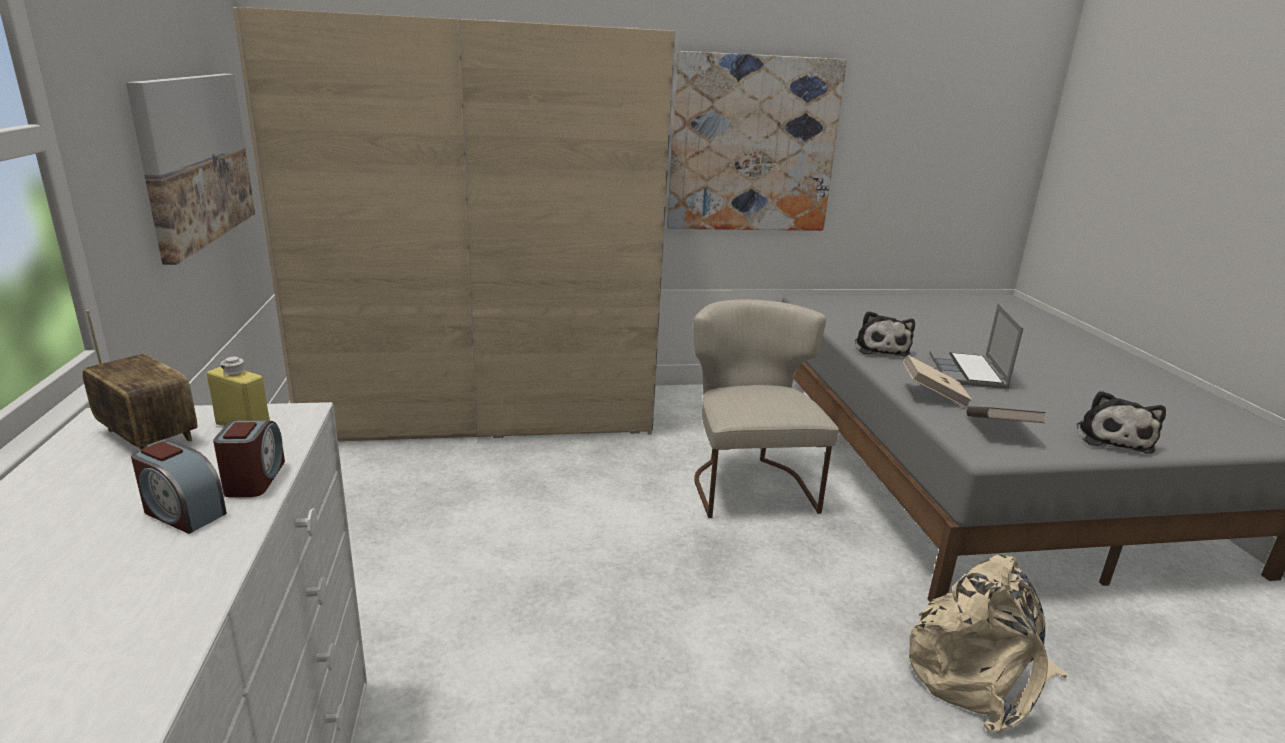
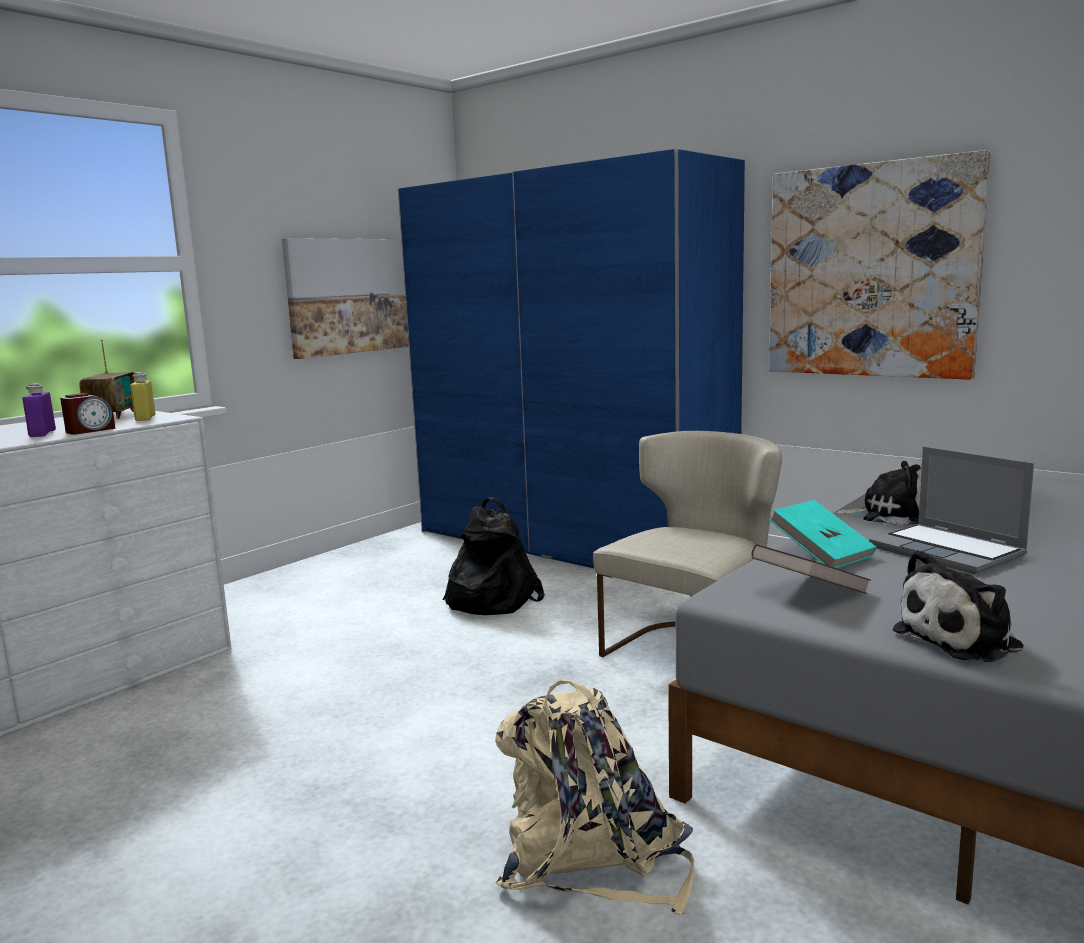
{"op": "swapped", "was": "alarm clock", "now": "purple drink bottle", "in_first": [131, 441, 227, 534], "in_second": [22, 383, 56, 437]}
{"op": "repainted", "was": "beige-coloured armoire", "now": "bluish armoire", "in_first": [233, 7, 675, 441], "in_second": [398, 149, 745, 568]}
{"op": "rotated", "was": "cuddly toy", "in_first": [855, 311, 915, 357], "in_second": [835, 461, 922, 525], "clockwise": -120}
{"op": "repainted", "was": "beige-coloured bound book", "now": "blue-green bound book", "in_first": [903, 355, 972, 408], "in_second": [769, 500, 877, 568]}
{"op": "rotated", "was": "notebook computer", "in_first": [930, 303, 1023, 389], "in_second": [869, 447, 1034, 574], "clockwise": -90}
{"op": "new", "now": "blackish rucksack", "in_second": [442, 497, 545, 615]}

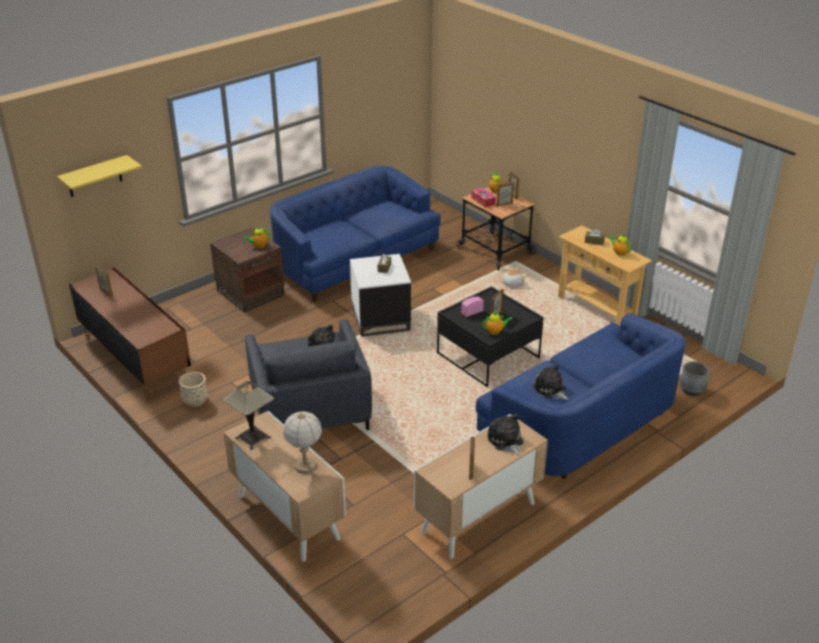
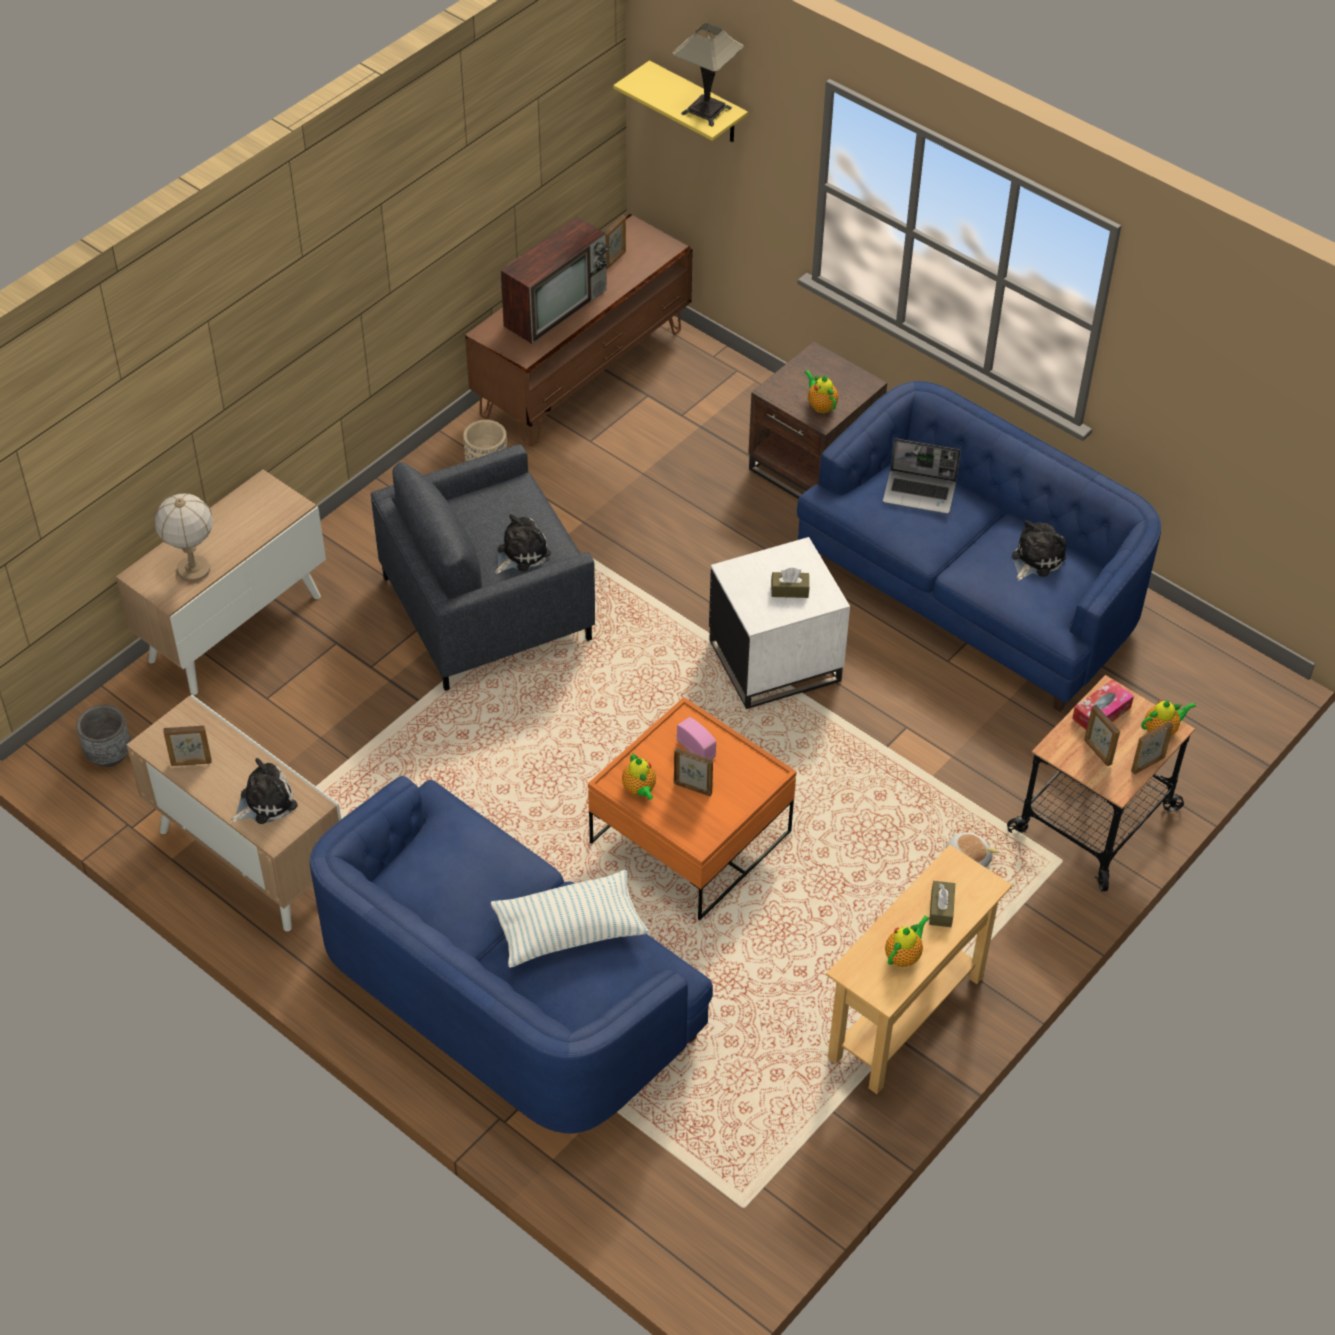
{"op": "shifted", "was": "lamp for a table", "in_first": [223, 381, 274, 450], "in_second": [672, 23, 744, 127]}
{"op": "repainted", "was": "blackish coffee table", "now": "orange coffee table", "in_first": [437, 286, 544, 387], "in_second": [588, 697, 797, 920]}
{"op": "shifted", "was": "cuddly toy", "in_first": [533, 364, 569, 400], "in_second": [1012, 520, 1066, 581]}
{"op": "shifted", "was": "greyish planter", "in_first": [680, 361, 710, 396], "in_second": [76, 705, 131, 767]}
{"op": "new", "now": "throw pillow", "in_second": [491, 870, 649, 968]}
{"op": "new", "now": "television", "in_second": [500, 217, 609, 344]}
{"op": "new", "now": "notebook computer", "in_second": [883, 438, 961, 514]}

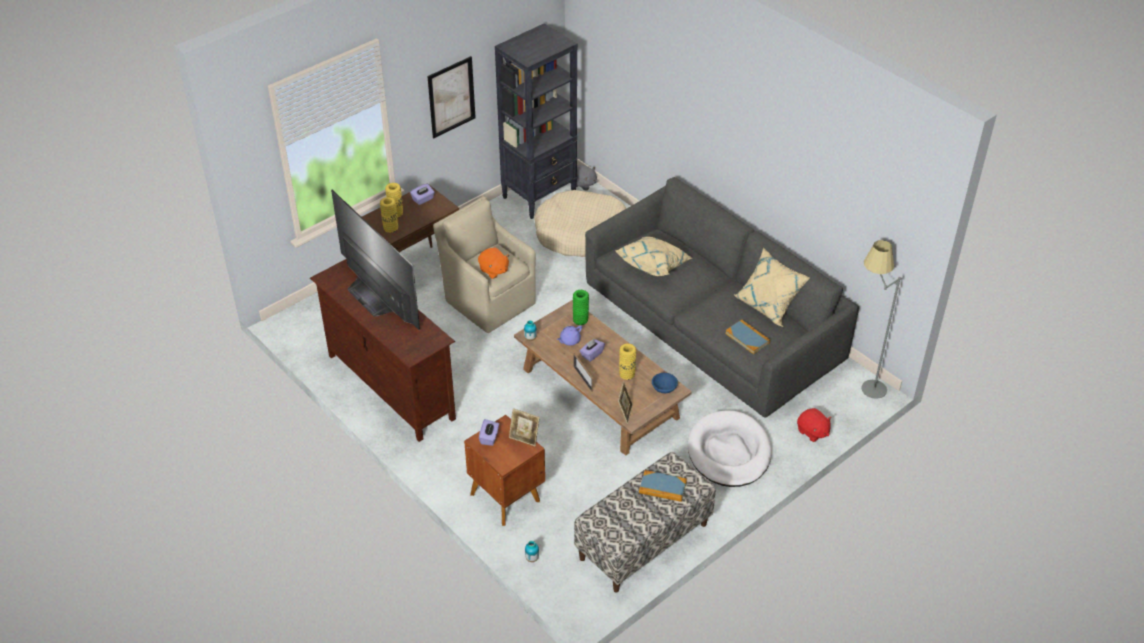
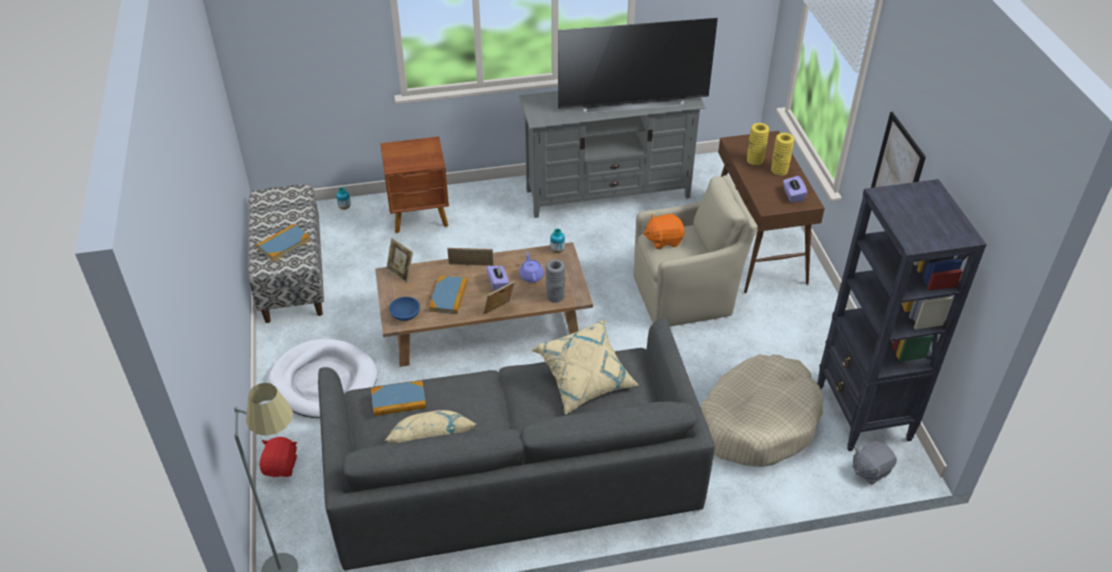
{"op": "repainted", "was": "brown-coloured tv unit", "now": "greyish tv unit", "in_first": [310, 259, 456, 442], "in_second": [519, 91, 706, 218]}
{"op": "gone", "was": "purple tissue box", "in_first": [479, 419, 499, 446]}
{"op": "shifted", "was": "photo frame", "in_first": [509, 408, 540, 446], "in_second": [483, 281, 515, 315]}
{"op": "repainted", "was": "green flower vase", "now": "greyish flower vase", "in_first": [573, 290, 589, 325], "in_second": [546, 259, 565, 303]}
{"op": "swapped", "was": "yellow flower vase", "now": "bound book", "in_first": [619, 344, 636, 380], "in_second": [429, 276, 467, 314]}
{"op": "rotated", "was": "red-coloured cuddly toy", "in_first": [797, 408, 832, 442], "in_second": [259, 437, 297, 477], "clockwise": 105}

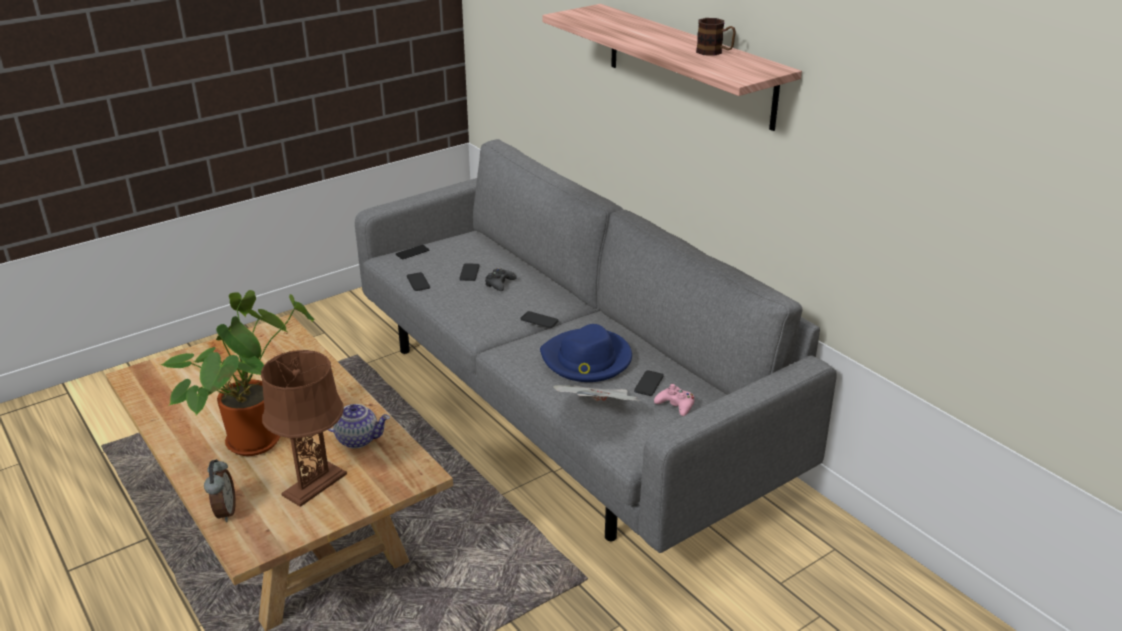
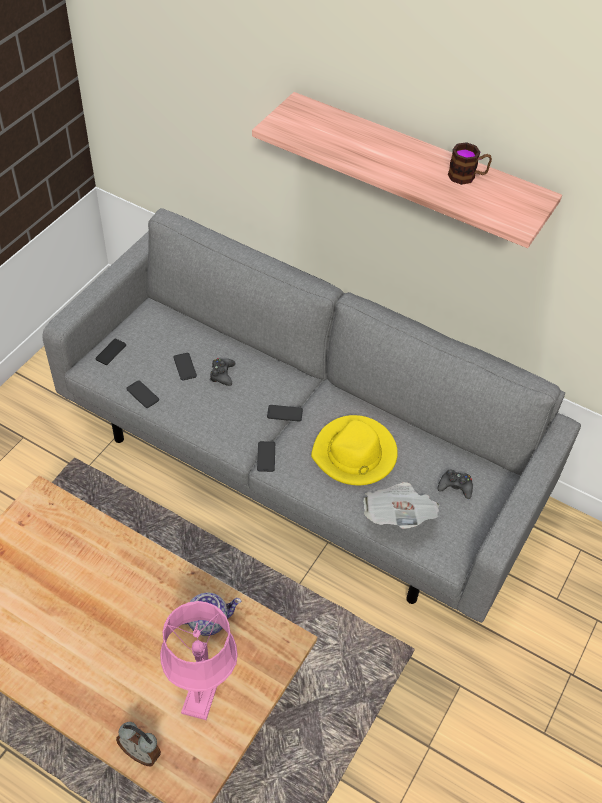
{"op": "gone", "was": "plant in a pot", "in_first": [160, 290, 314, 456]}
{"op": "rotated", "was": "alarm clock", "in_first": [204, 459, 236, 522], "in_second": [116, 722, 161, 767], "clockwise": 150}
{"op": "repainted", "was": "brown-coloured lamp for a table", "now": "pink lamp for a table", "in_first": [261, 350, 347, 507], "in_second": [160, 601, 238, 720]}
{"op": "repainted", "was": "bluish clothing hat", "now": "yellow clothing hat", "in_first": [540, 324, 632, 382], "in_second": [311, 415, 398, 485]}
{"op": "shifted", "was": "handset", "in_first": [634, 370, 664, 396], "in_second": [257, 441, 275, 472]}
{"op": "repainted", "was": "pink joypad", "now": "blackish joypad", "in_first": [654, 384, 694, 416], "in_second": [438, 469, 473, 499]}

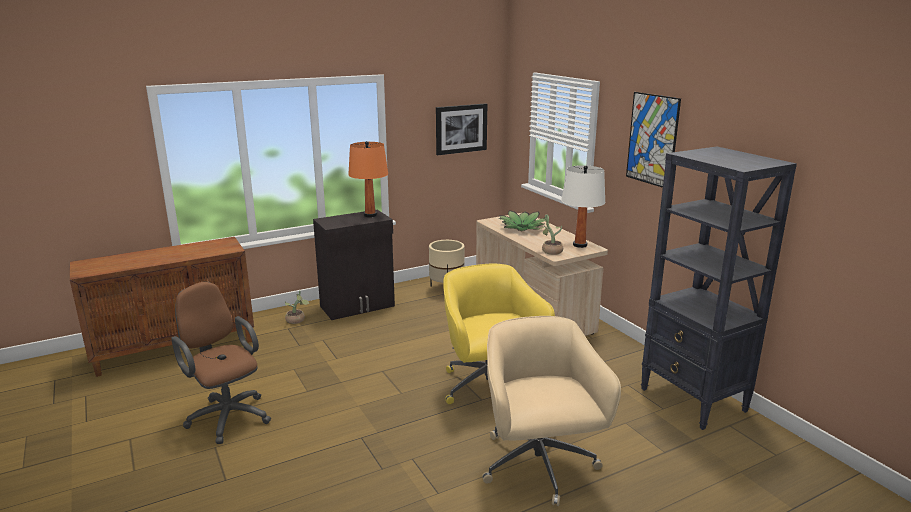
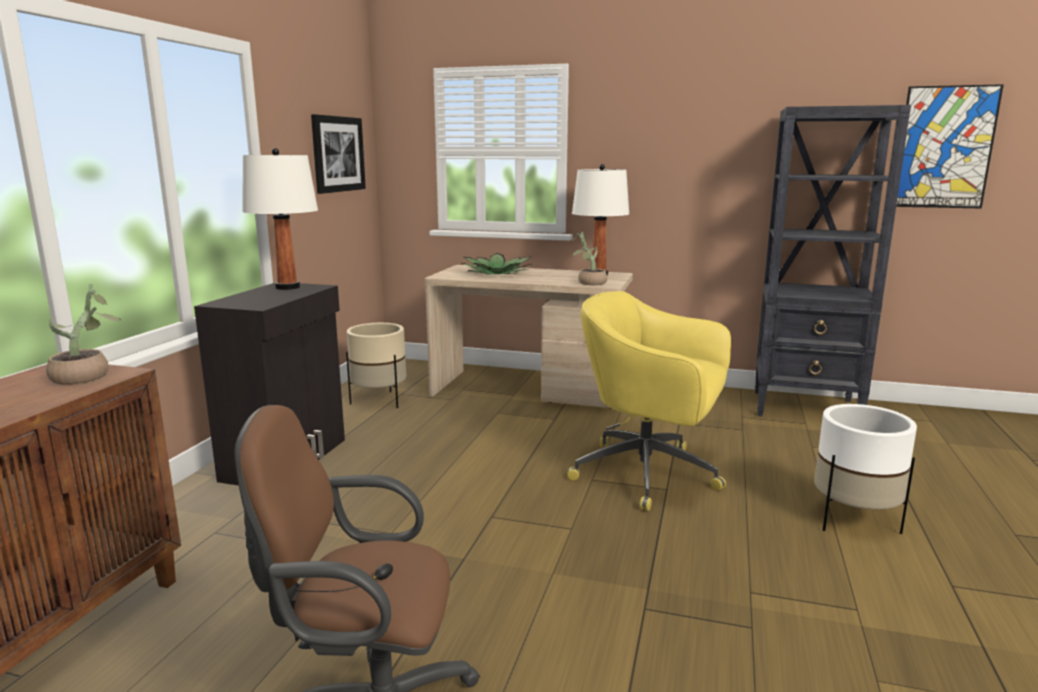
{"op": "shifted", "was": "plant in a pot", "in_first": [285, 290, 310, 324], "in_second": [46, 284, 122, 385]}
{"op": "repainted", "was": "orange lamp for a table", "now": "white lamp for a table", "in_first": [348, 141, 388, 217], "in_second": [242, 148, 318, 290]}
{"op": "swapped", "was": "beige-coloured desk chair", "now": "white planter", "in_first": [482, 316, 621, 506], "in_second": [814, 404, 917, 534]}
{"op": "shifted", "was": "wall picture", "in_first": [626, 92, 681, 188], "in_second": [896, 84, 1004, 209]}

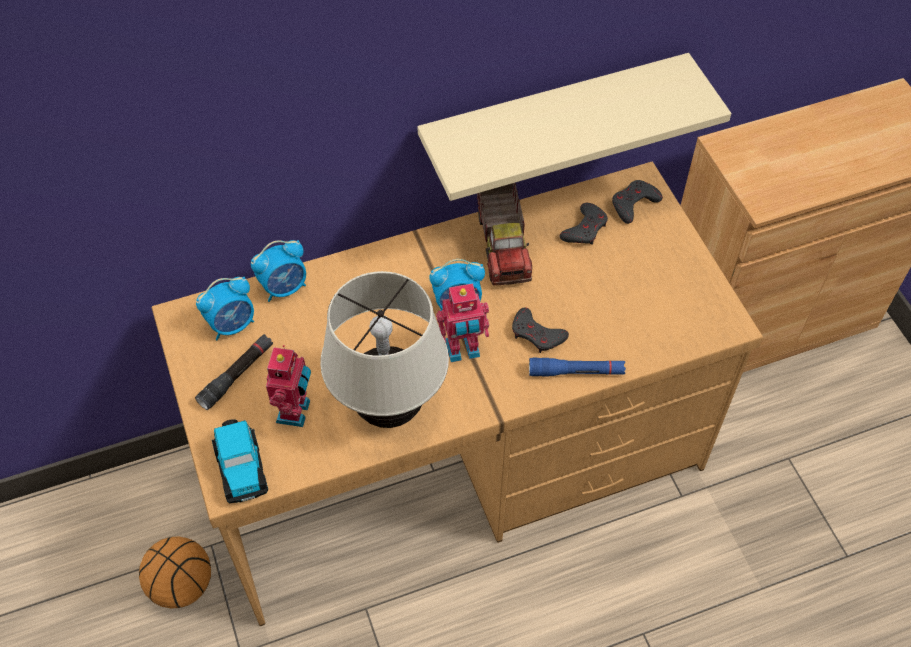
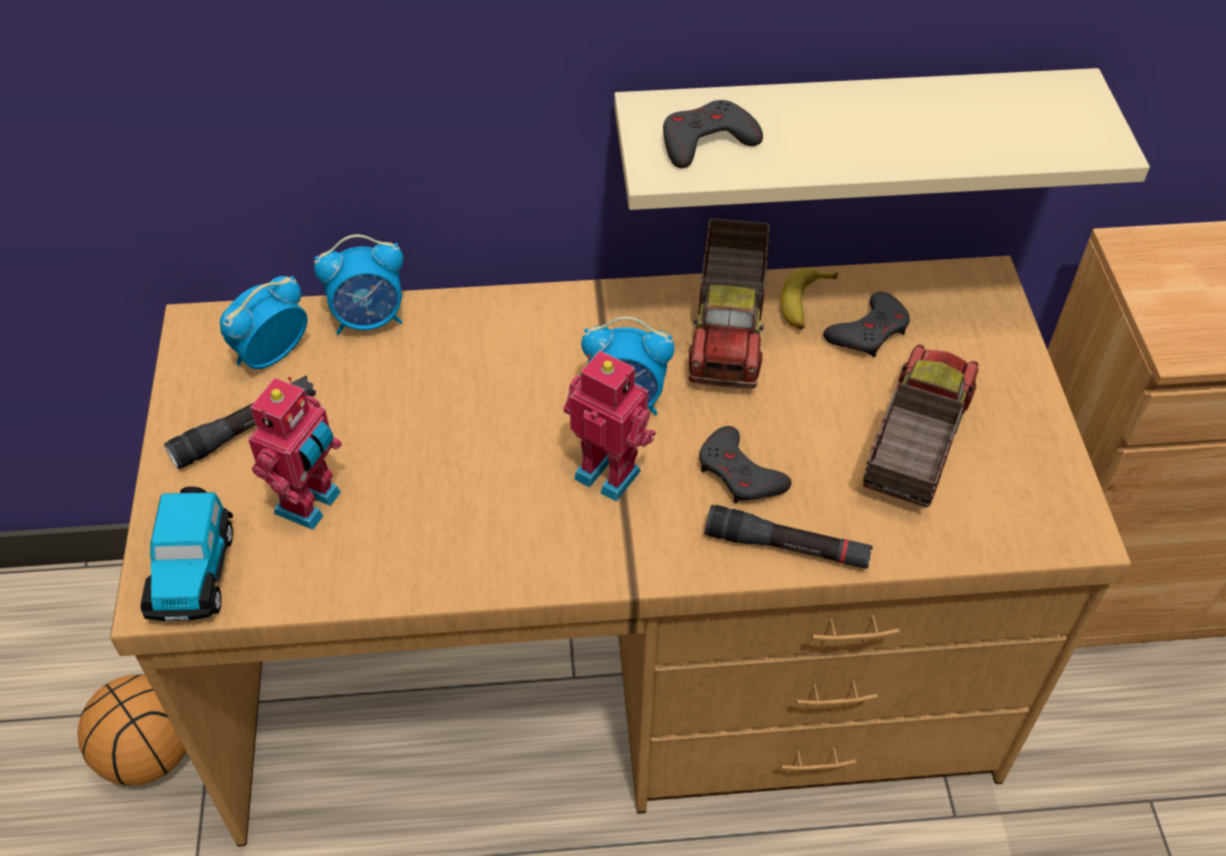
{"op": "rotated", "was": "alarm clock", "in_first": [196, 276, 254, 340], "in_second": [220, 276, 307, 369], "clockwise": 150}
{"op": "gone", "was": "beige-coloured lamp for a table", "in_first": [320, 271, 449, 428]}
{"op": "rotated", "was": "robot figure", "in_first": [436, 283, 489, 362], "in_second": [564, 351, 656, 502], "clockwise": -150}
{"op": "repainted", "was": "bluish torch", "now": "blackish torch", "in_first": [529, 358, 626, 376], "in_second": [705, 505, 873, 569]}
{"op": "shifted", "was": "greyish joypad", "in_first": [612, 180, 663, 224], "in_second": [663, 100, 763, 168]}
{"op": "new", "now": "banana fruit", "in_second": [781, 267, 838, 330]}
{"op": "new", "now": "toy truck", "in_second": [863, 344, 978, 507]}

